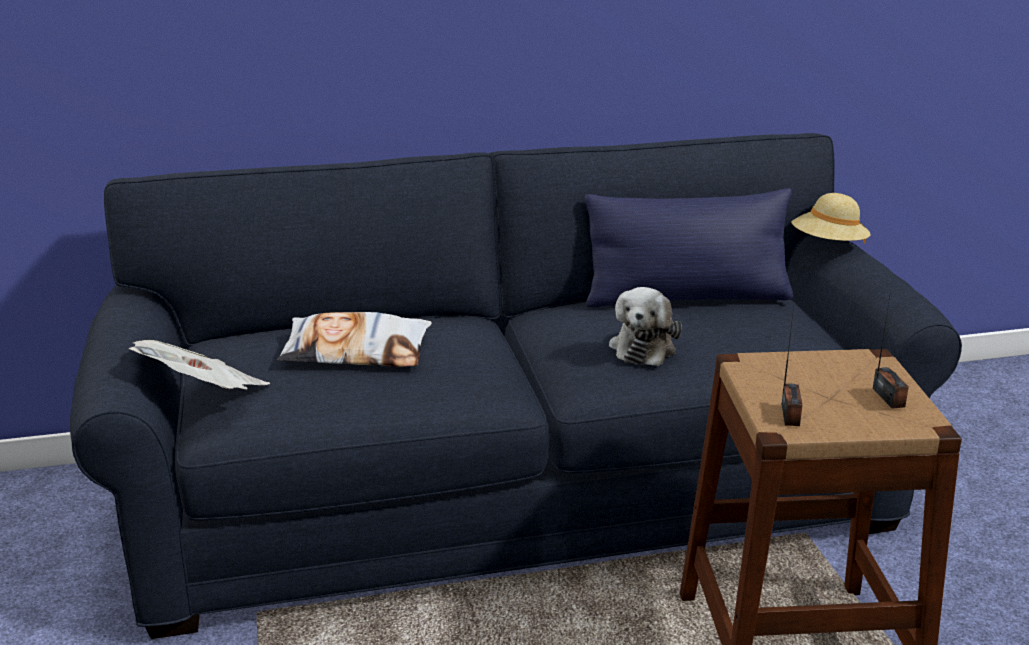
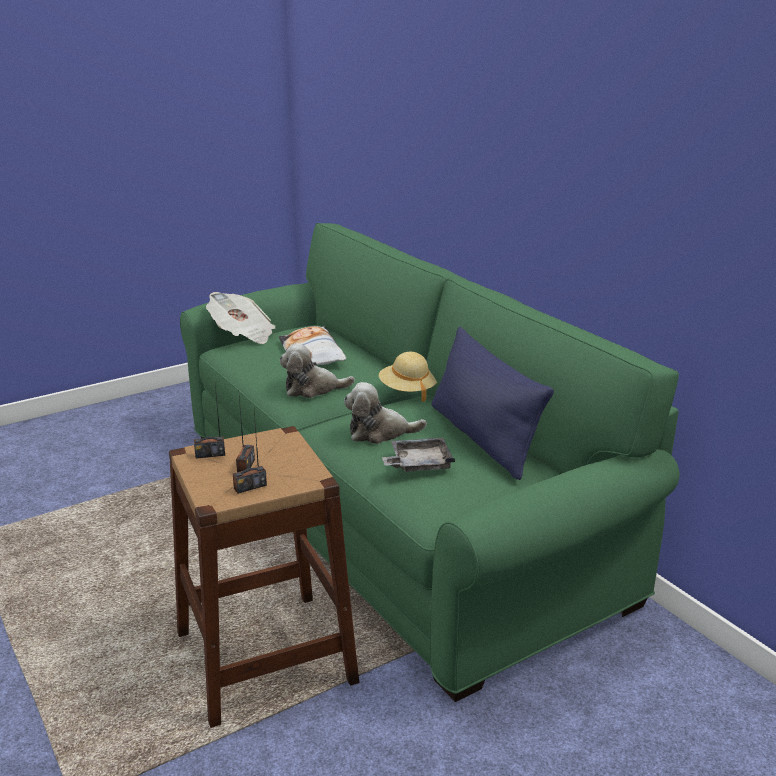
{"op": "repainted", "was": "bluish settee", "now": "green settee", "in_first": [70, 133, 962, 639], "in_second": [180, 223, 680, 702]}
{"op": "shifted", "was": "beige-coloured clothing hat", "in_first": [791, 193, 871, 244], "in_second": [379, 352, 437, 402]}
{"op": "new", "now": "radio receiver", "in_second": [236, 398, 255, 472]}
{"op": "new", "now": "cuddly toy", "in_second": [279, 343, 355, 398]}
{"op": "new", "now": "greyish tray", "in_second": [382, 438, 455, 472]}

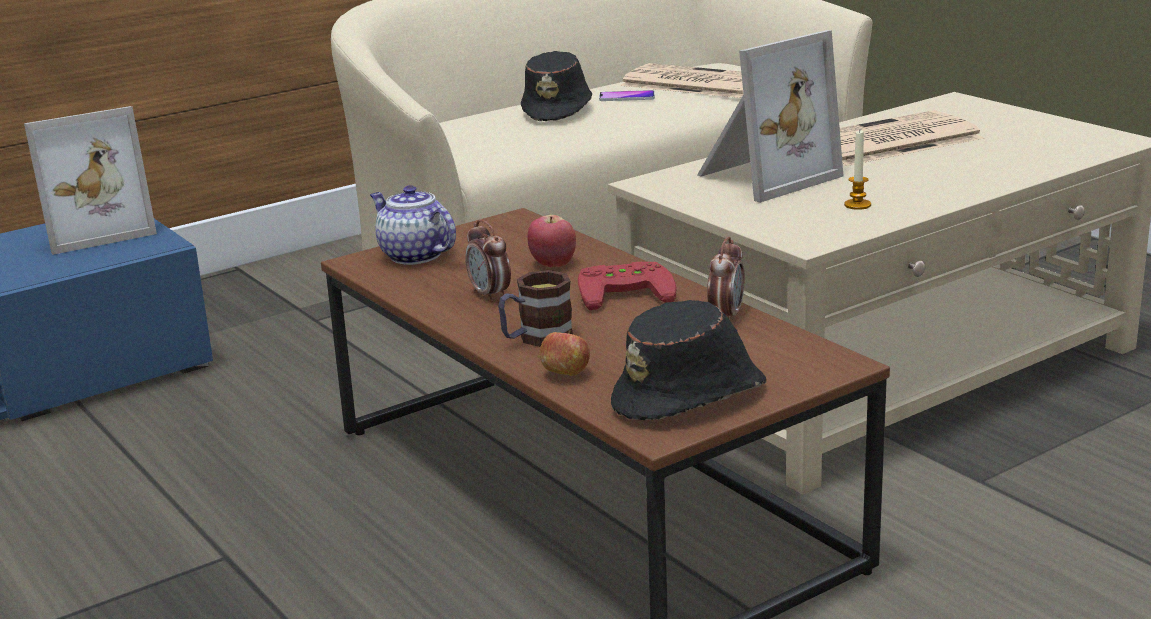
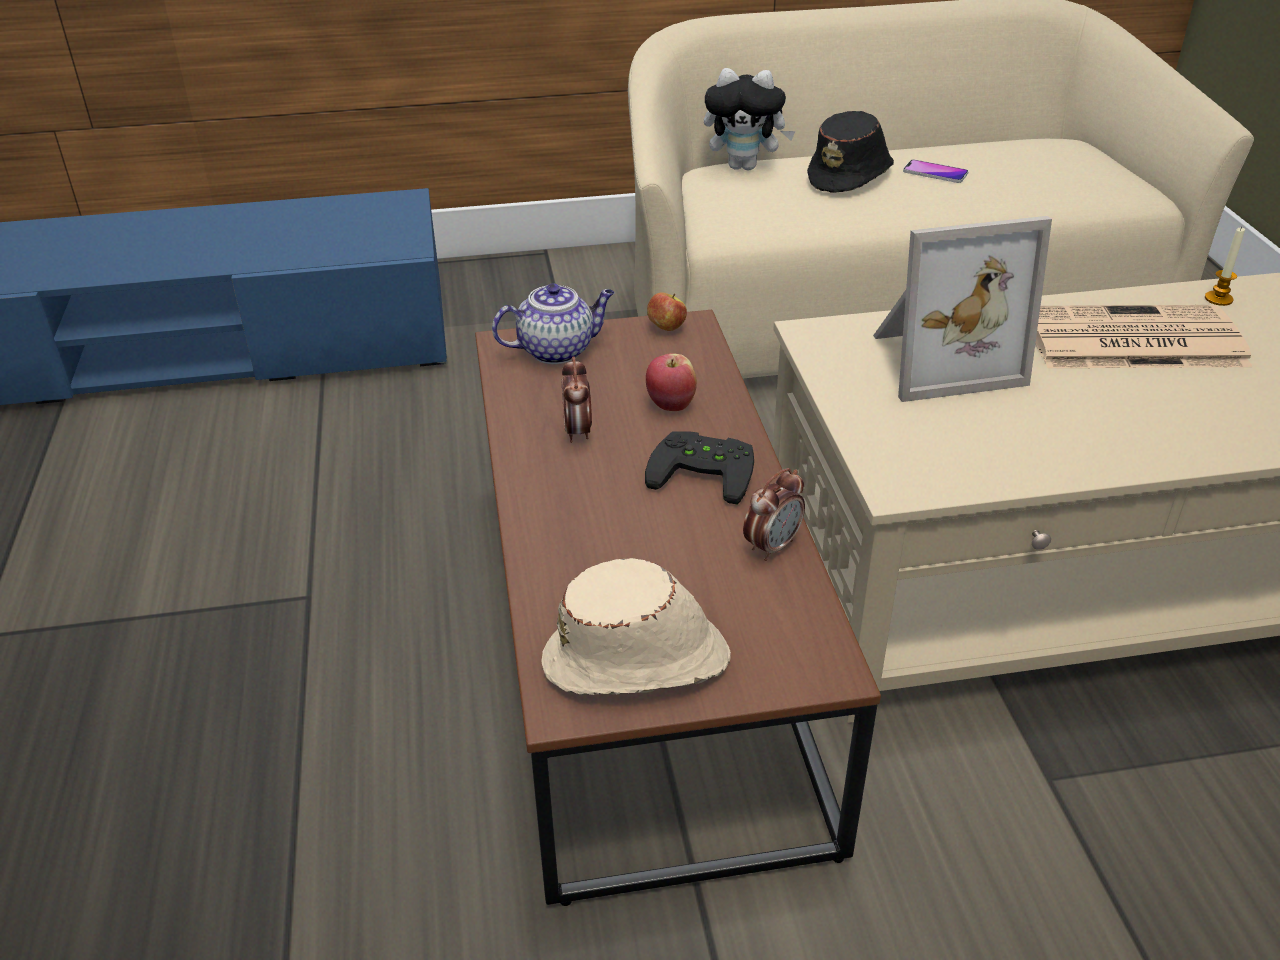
{"op": "gone", "was": "photo frame", "in_first": [24, 106, 157, 255]}
{"op": "rotated", "was": "tea pot", "in_first": [370, 185, 456, 265], "in_second": [492, 283, 615, 364], "clockwise": 90}
{"op": "gone", "was": "mug", "in_first": [498, 270, 573, 347]}
{"op": "shifted", "was": "apple", "in_first": [540, 329, 590, 376], "in_second": [647, 292, 687, 331]}
{"op": "repainted", "was": "red-coloured joypad", "now": "blackish joypad", "in_first": [578, 262, 677, 310], "in_second": [645, 431, 754, 505]}
{"op": "repainted", "was": "blackish clothing hat", "now": "beige-coloured clothing hat", "in_first": [611, 300, 766, 420], "in_second": [541, 558, 731, 695]}
{"op": "gone", "was": "newspaper", "in_first": [620, 63, 744, 98]}
{"op": "shifted", "was": "wax light", "in_first": [844, 130, 871, 210], "in_second": [1205, 227, 1245, 306]}
{"op": "new", "now": "cuddly toy", "in_second": [704, 68, 796, 170]}

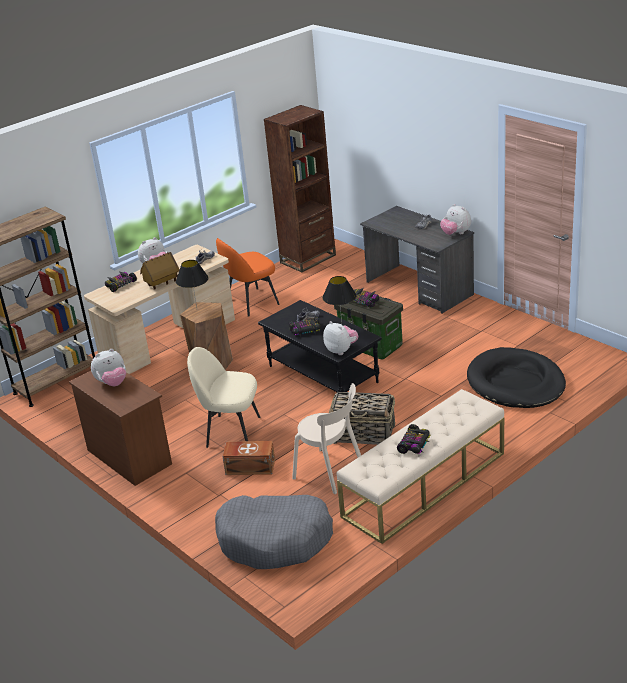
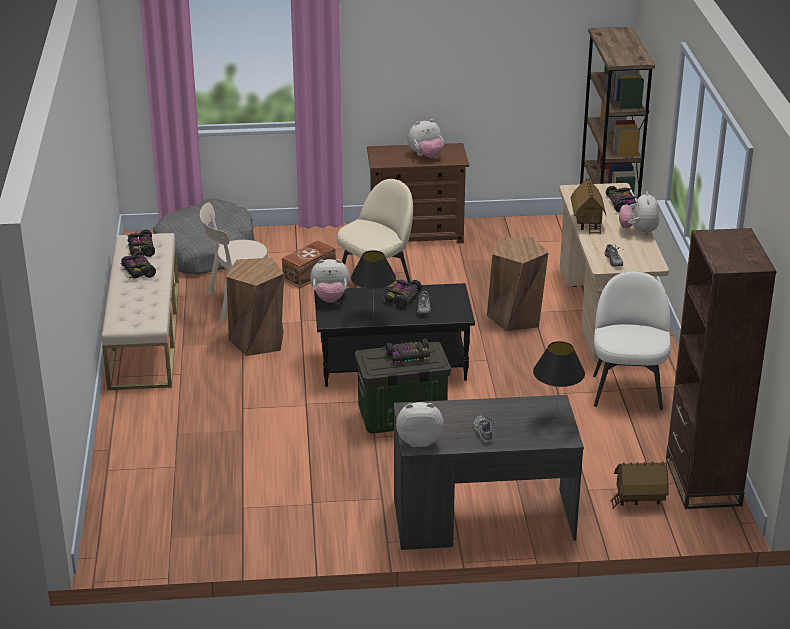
{"op": "rotated", "was": "cuddly toy", "in_first": [91, 349, 126, 386], "in_second": [408, 119, 444, 158], "clockwise": -120}
{"op": "shifted", "was": "blackish lamp for a table", "in_first": [176, 260, 209, 307], "in_second": [533, 341, 585, 417]}
{"op": "repainted", "was": "orange upright chair", "now": "white upright chair", "in_first": [216, 238, 280, 317], "in_second": [593, 271, 671, 410]}
{"op": "swapped", "was": "household basket", "now": "brown-coloured stool", "in_first": [329, 392, 395, 445], "in_second": [226, 258, 284, 356]}
{"op": "gone", "was": "blackish dog cushion", "in_first": [467, 347, 566, 408]}
{"op": "new", "now": "miniature car", "in_second": [127, 230, 155, 257]}
{"op": "new", "now": "miniature house", "in_second": [610, 461, 669, 509]}

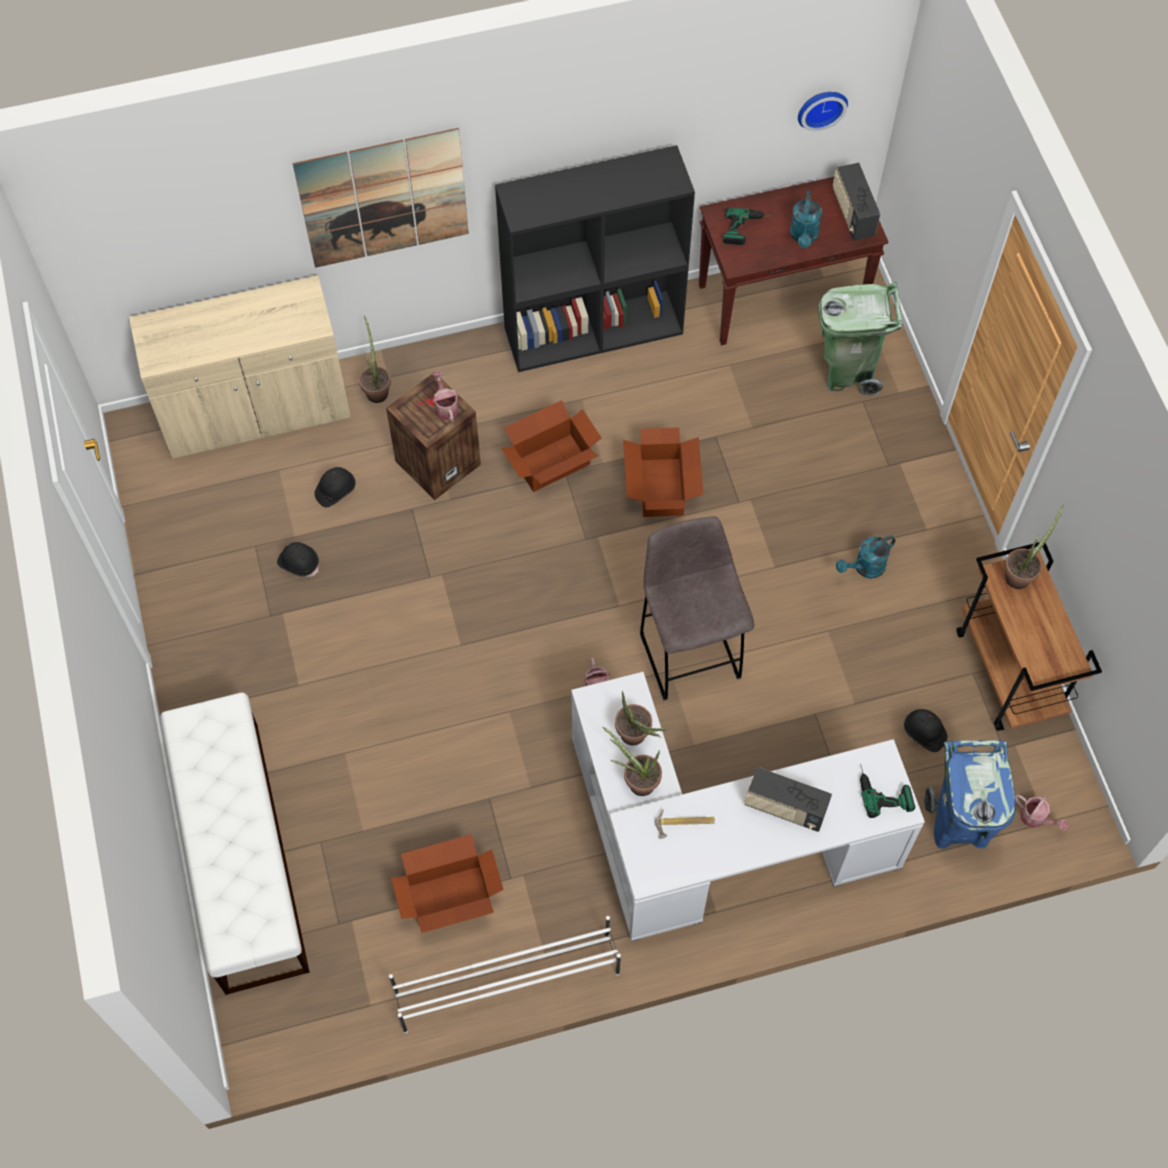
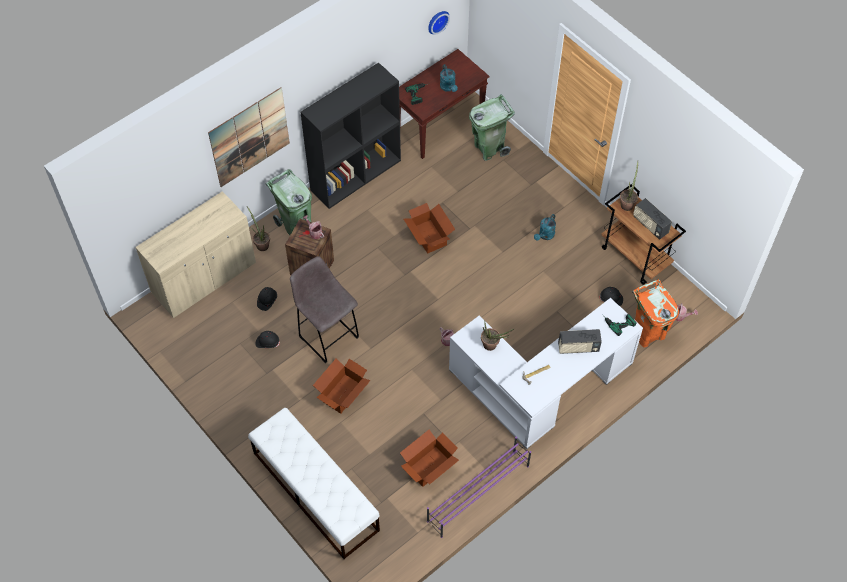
{"op": "repainted", "was": "white shoe stand", "now": "purple shoe stand", "in_first": [389, 916, 621, 1033], "in_second": [427, 437, 531, 538]}
{"op": "shifted", "was": "packing box", "in_first": [501, 400, 601, 492], "in_second": [313, 358, 371, 414]}
{"op": "gone", "was": "plant in a pot", "in_first": [602, 726, 662, 796]}
{"op": "shifted", "was": "greyish stool", "in_first": [640, 516, 754, 700], "in_second": [290, 256, 359, 363]}
{"op": "shifted", "was": "radio receiver", "in_first": [833, 163, 880, 241], "in_second": [633, 198, 672, 240]}
{"op": "repainted", "was": "bluish trash can", "now": "orange trash can", "in_first": [924, 740, 1015, 849], "in_second": [632, 279, 679, 348]}
{"op": "new", "now": "green trash can", "in_second": [265, 169, 312, 235]}

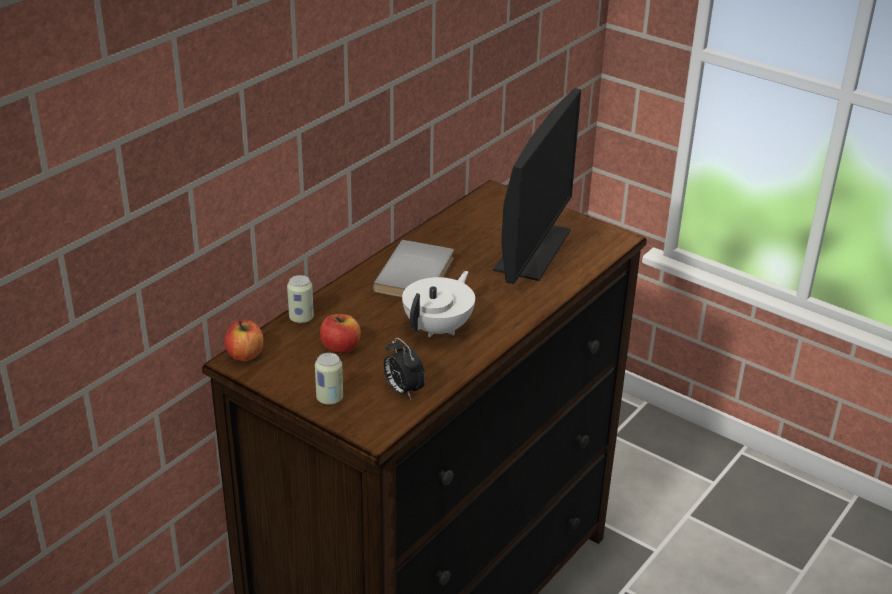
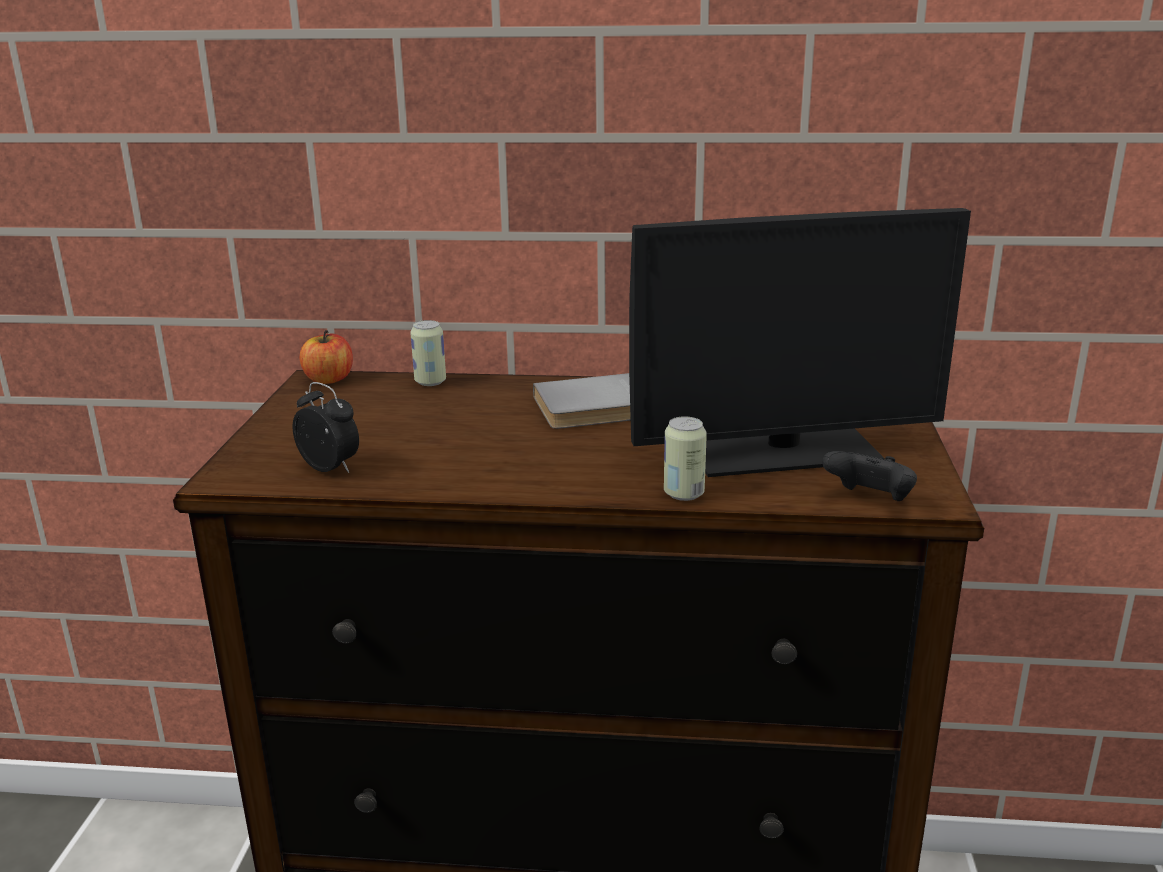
{"op": "shifted", "was": "metal can", "in_first": [315, 353, 343, 405], "in_second": [664, 416, 707, 501]}
{"op": "gone", "was": "apple", "in_first": [320, 314, 361, 353]}
{"op": "rotated", "was": "alarm clock", "in_first": [383, 338, 425, 399], "in_second": [293, 382, 359, 473], "clockwise": 105}
{"op": "gone", "was": "white tea pot", "in_first": [402, 271, 475, 337]}
{"op": "new", "now": "blackish joypad", "in_second": [822, 451, 917, 501]}

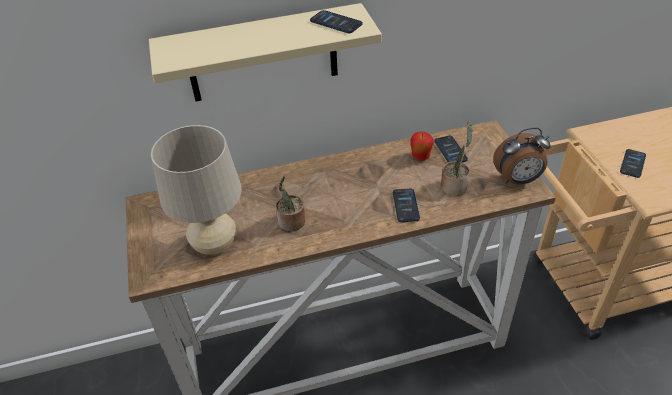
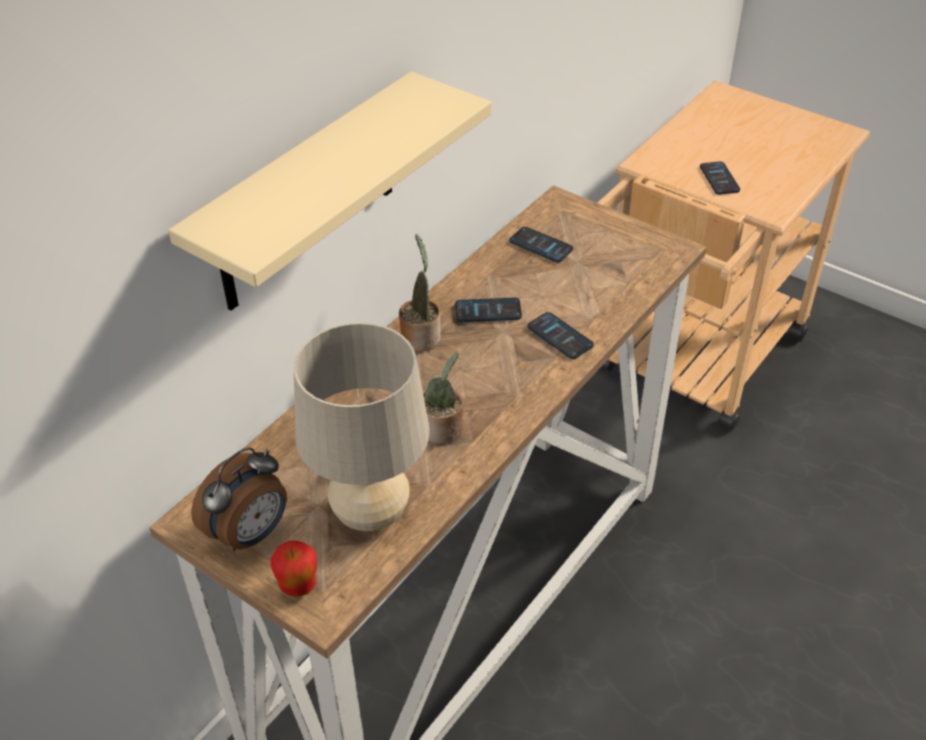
{"op": "shifted", "was": "handset", "in_first": [310, 10, 362, 33], "in_second": [455, 298, 522, 322]}
{"op": "shifted", "was": "apple", "in_first": [411, 132, 434, 161], "in_second": [271, 541, 317, 597]}
{"op": "shifted", "was": "plant in a pot", "in_first": [441, 120, 473, 196], "in_second": [399, 234, 441, 352]}
{"op": "shifted", "was": "alarm clock", "in_first": [493, 128, 551, 185], "in_second": [191, 447, 287, 551]}

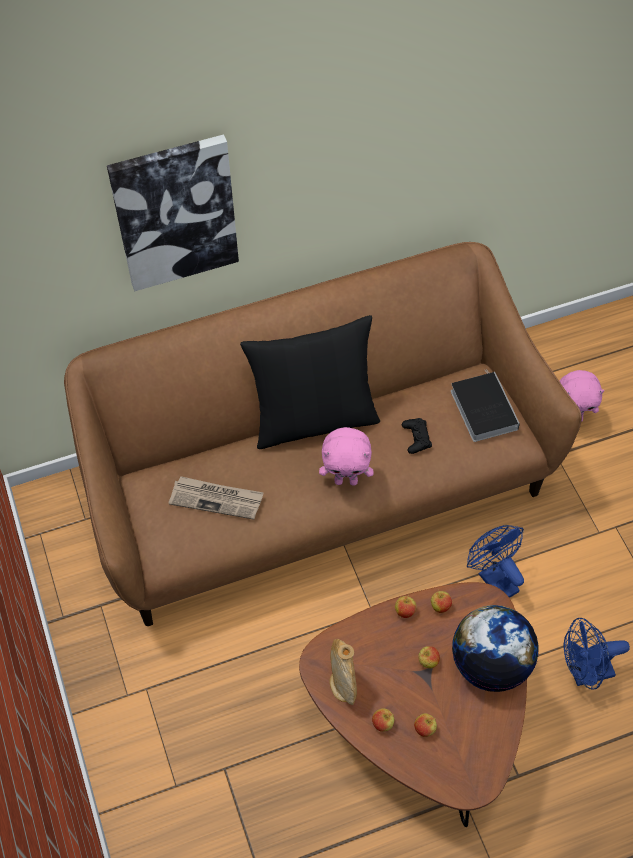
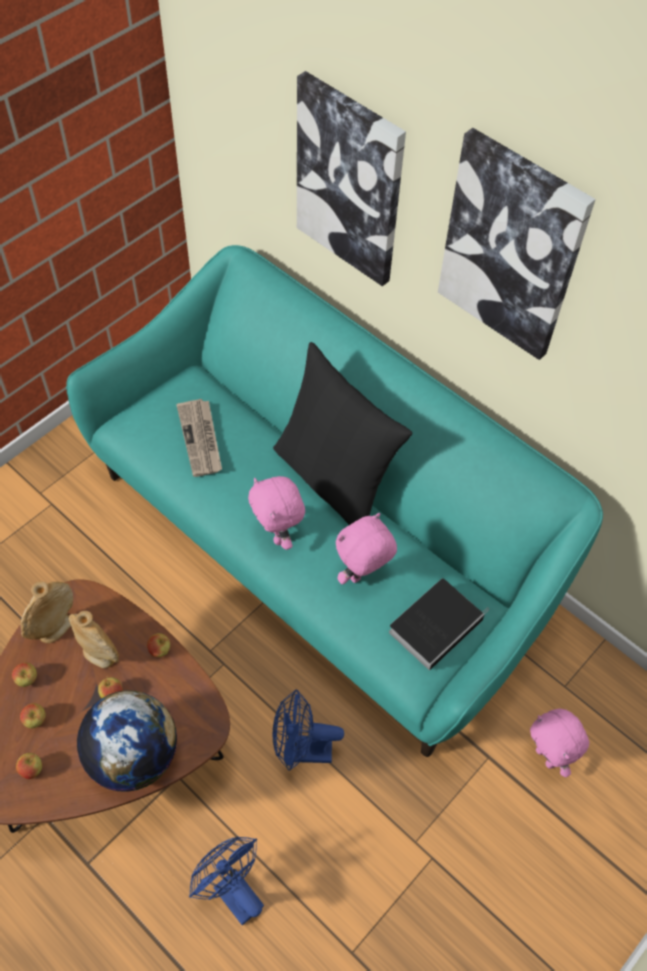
{"op": "repainted", "was": "brown-coloured settee", "now": "blue-green settee", "in_first": [64, 242, 582, 626], "in_second": [66, 245, 603, 757]}
{"op": "swapped", "was": "blackish joypad", "now": "pink cuddly toy", "in_first": [402, 418, 432, 454], "in_second": [336, 513, 397, 584]}
{"op": "shifted", "was": "apple", "in_first": [431, 590, 452, 613], "in_second": [16, 753, 42, 779]}
{"op": "rotated", "was": "bluish cooling fan", "in_first": [467, 525, 524, 598], "in_second": [273, 689, 344, 771], "clockwise": -120}
{"op": "new", "now": "beige-coloured flower vase", "in_second": [69, 611, 119, 668]}
{"op": "new", "now": "wall picture", "in_second": [438, 128, 596, 360]}

